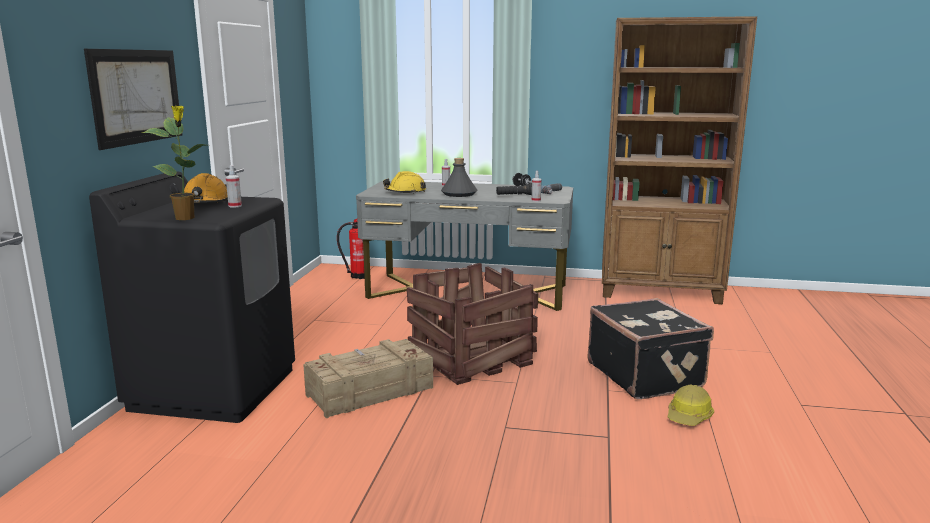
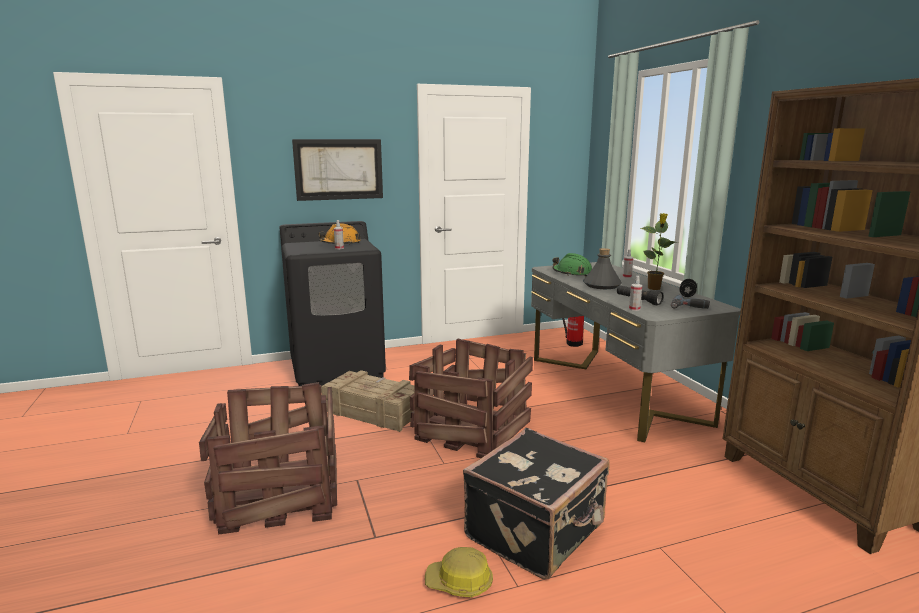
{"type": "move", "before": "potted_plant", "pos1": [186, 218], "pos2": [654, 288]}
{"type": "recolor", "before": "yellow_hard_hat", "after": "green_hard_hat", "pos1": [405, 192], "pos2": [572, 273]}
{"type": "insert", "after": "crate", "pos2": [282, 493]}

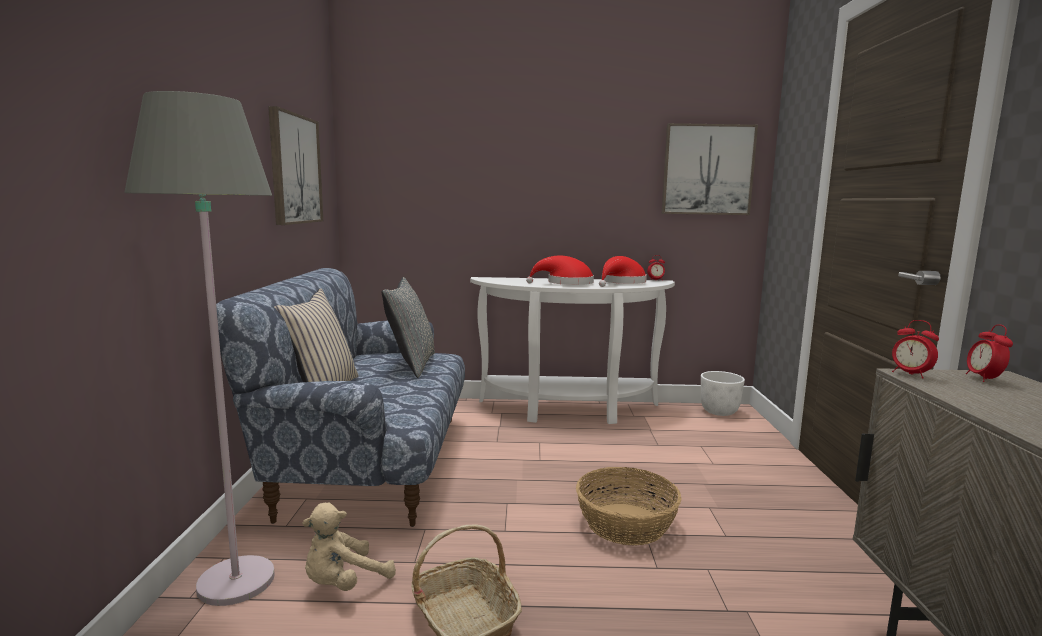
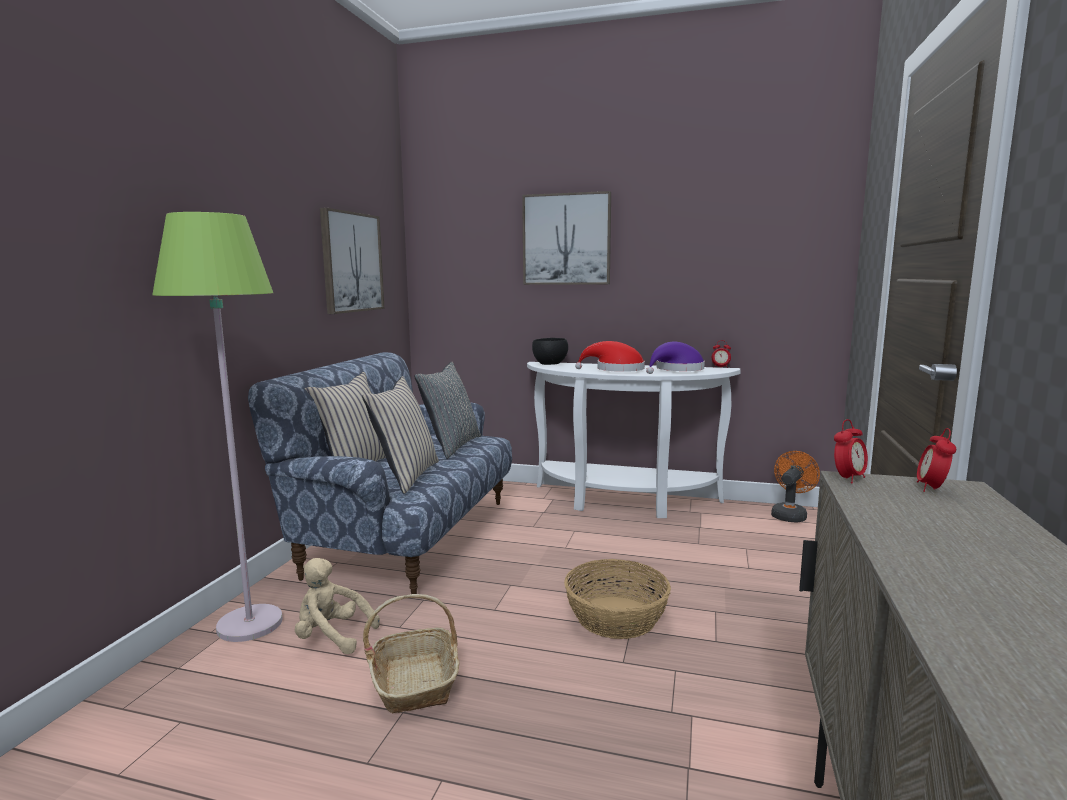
{"type": "recolor", "before": "grey_floor_lamp", "after": "green_floor_lamp", "pos1": [236, 581], "pos2": [250, 624]}
{"type": "move", "before": "picture", "pos1": [707, 170], "pos2": [566, 239]}
{"type": "recolor", "before": "red_hat", "after": "purple_hat", "pos1": [621, 283], "pos2": [676, 370]}
{"type": "rotate", "before": "alarm_clock", "pos1": [910, 374], "pos2": [848, 479], "turn": -105}
{"type": "replace", "before": "white_planter", "after": "orange_fan", "pos1": [718, 412], "pos2": [790, 515]}
{"type": "rotate", "before": "beige_plush_toy", "pos1": [344, 583], "pos2": [332, 637], "turn": 45}
{"type": "insert", "after": "black_bowl", "pos2": [550, 364]}
{"type": "insert", "after": "beige_pillow", "pos2": [406, 476]}

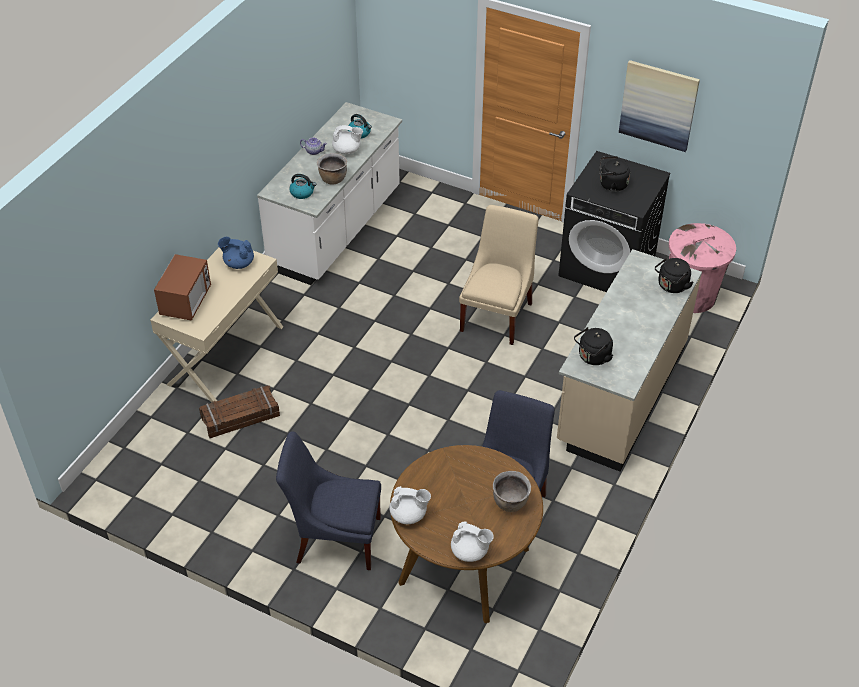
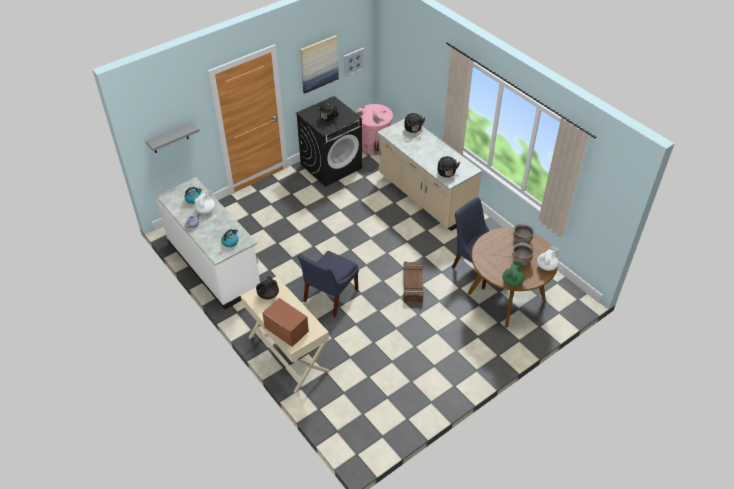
{"type": "move", "before": "brown_cooking_pot", "pos1": [333, 179], "pos2": [521, 261]}
{"type": "delete", "before": "beige_chair", "pos1": [498, 314]}
{"type": "recolor", "before": "blue_teapot", "after": "black_teapot", "pos1": [238, 263], "pos2": [268, 295]}
{"type": "move", "before": "crate", "pos1": [240, 417], "pos2": [413, 285]}
{"type": "move", "before": "blue_chair", "pos1": [334, 538], "pos2": [329, 297]}
{"type": "recolor", "before": "white_teapot", "after": "green_teapot", "pos1": [409, 515], "pos2": [512, 281]}
{"type": "insert", "after": "picture", "pos2": [353, 62]}
{"type": "insert", "after": "grey_shelf", "pos2": [170, 138]}

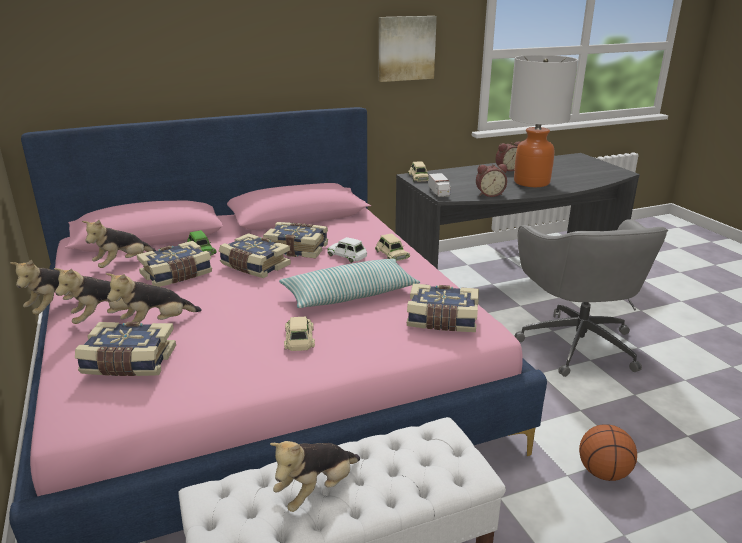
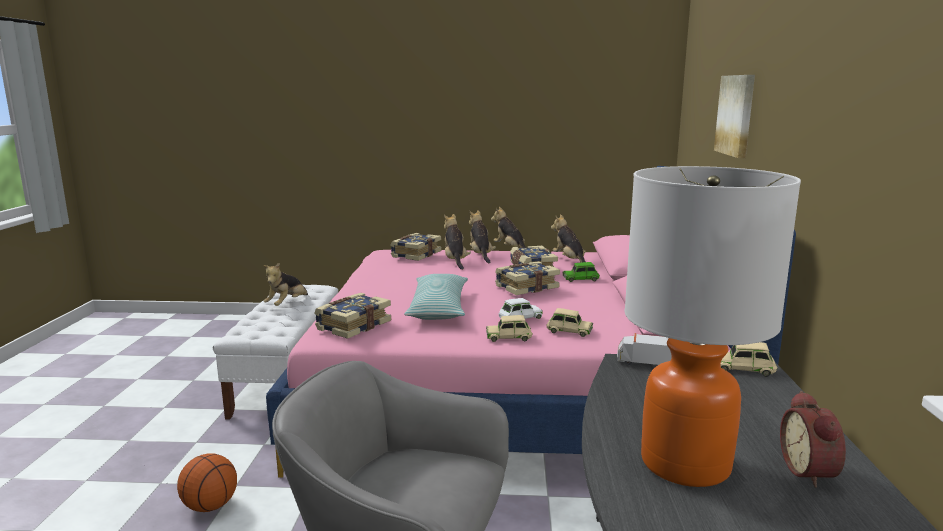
{"type": "move", "before": "picture", "pos1": [406, 48], "pos2": [736, 115]}
{"type": "delete", "before": "alarm_clock", "pos1": [489, 194]}
{"type": "delete", "before": "book", "pos1": [297, 248]}
{"type": "move", "before": "beige_toy_car", "pos1": [299, 339], "pos2": [569, 330]}
{"type": "rotate", "before": "plush_toy", "pos1": [317, 490], "pos2": [287, 304], "turn": -135}

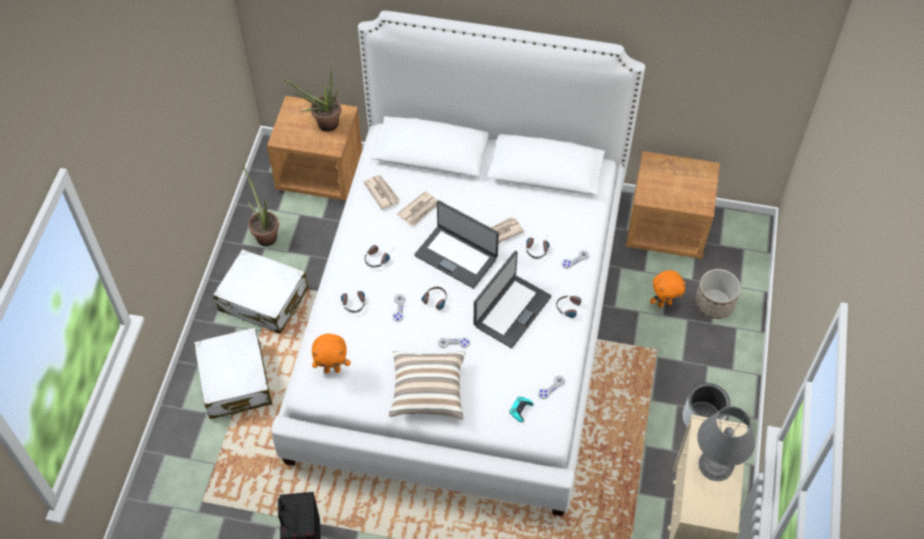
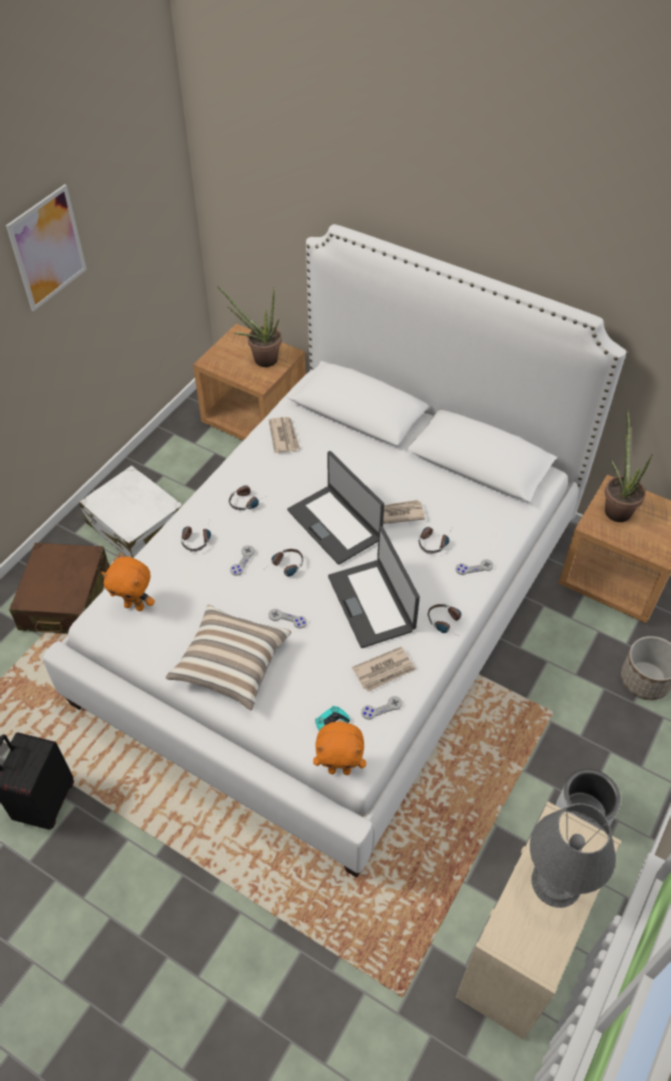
{"type": "move", "before": "potted_plant", "pos1": [265, 234], "pos2": [616, 507]}
{"type": "move", "before": "newspaper", "pos1": [419, 210], "pos2": [384, 671]}
{"type": "rotate", "before": "laptop", "pos1": [511, 311], "pos2": [372, 603], "turn": 105}
{"type": "move", "before": "orange_plush_toy", "pos1": [664, 303], "pos2": [340, 769]}
{"type": "recolor", "before": "white_suitcase", "after": "brown_suitcase", "pos1": [235, 381], "pos2": [65, 599]}
{"type": "insert", "after": "picture", "pos2": [47, 248]}

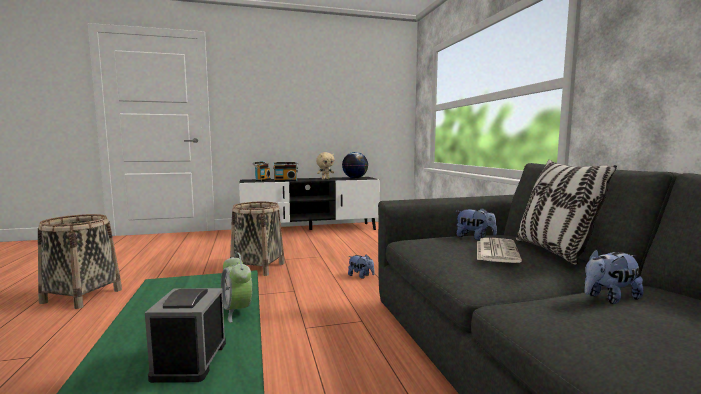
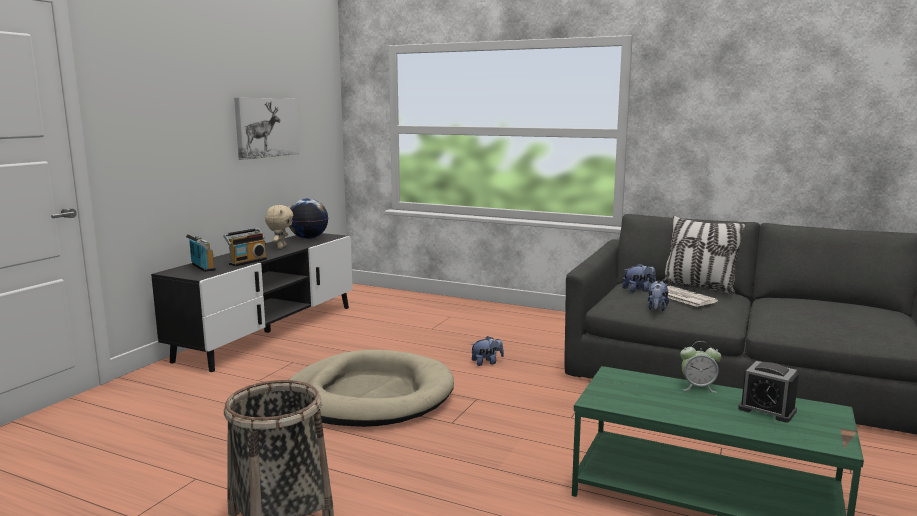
{"type": "replace", "before": "basket", "after": "beige_dog_bed", "pos1": [258, 267], "pos2": [369, 396]}
{"type": "move", "before": "plush_toy", "pos1": [609, 298], "pos2": [656, 309]}
{"type": "insert", "after": "picture", "pos2": [266, 127]}

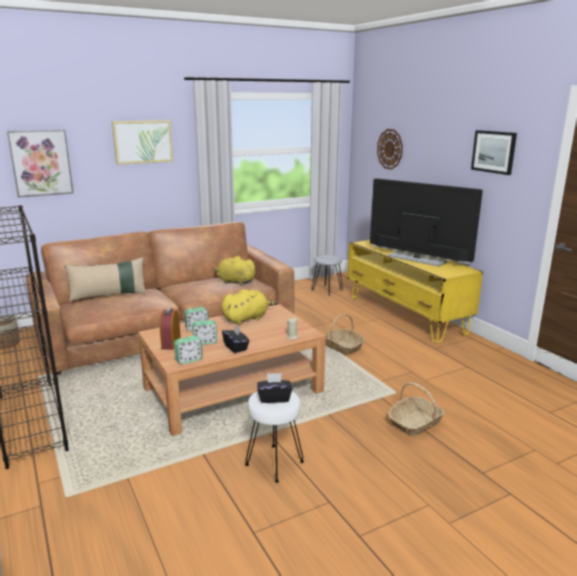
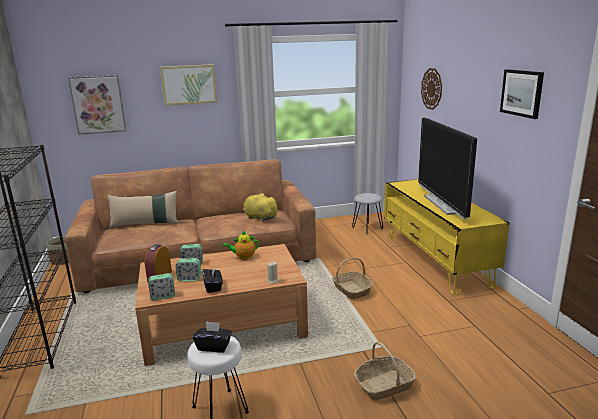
{"type": "rotate", "before": "television", "pos1": [416, 259], "pos2": [443, 204], "turn": -150}
{"type": "replace", "before": "yellow_plush_toy", "after": "teapot", "pos1": [247, 318], "pos2": [243, 257]}

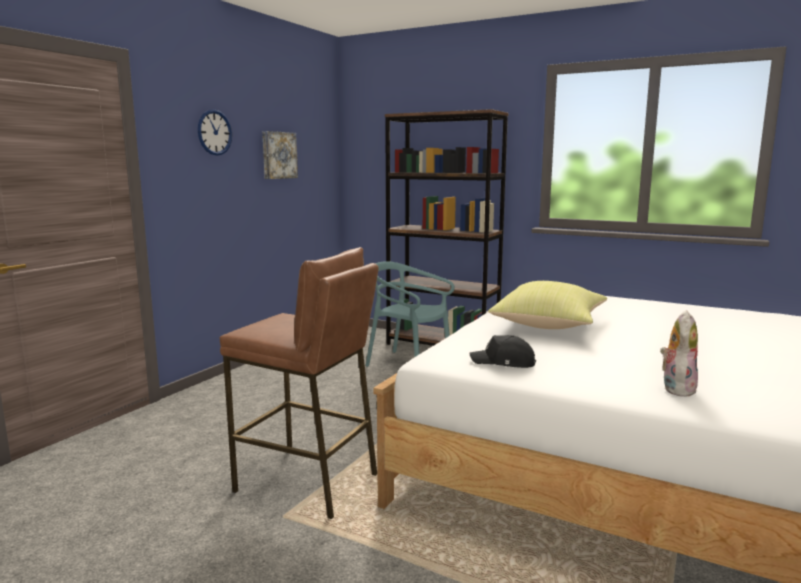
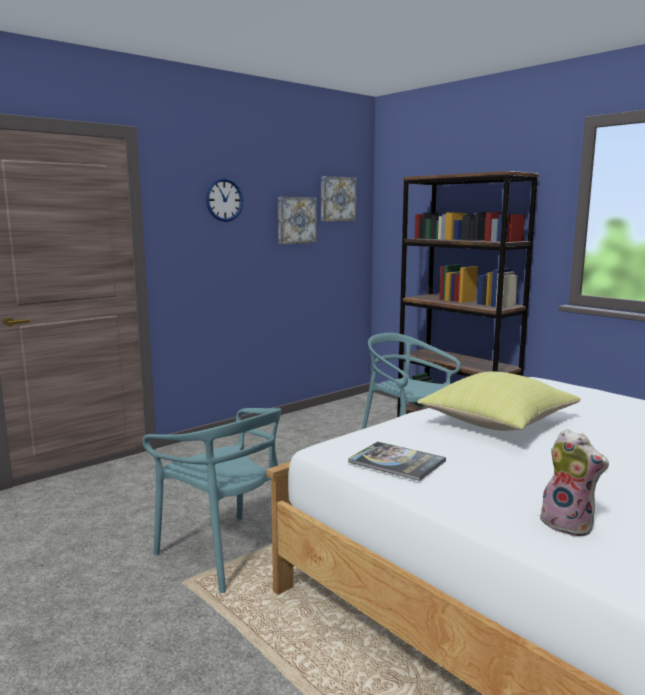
{"type": "replace", "before": "brown_stool", "after": "turquoise_chair", "pos1": [307, 483], "pos2": [226, 553]}
{"type": "rotate", "before": "plush_toy", "pos1": [676, 388], "pos2": [569, 525], "turn": 90}
{"type": "replace", "before": "black_cap", "after": "book", "pos1": [503, 362], "pos2": [397, 462]}
{"type": "insert", "after": "picture", "pos2": [337, 199]}

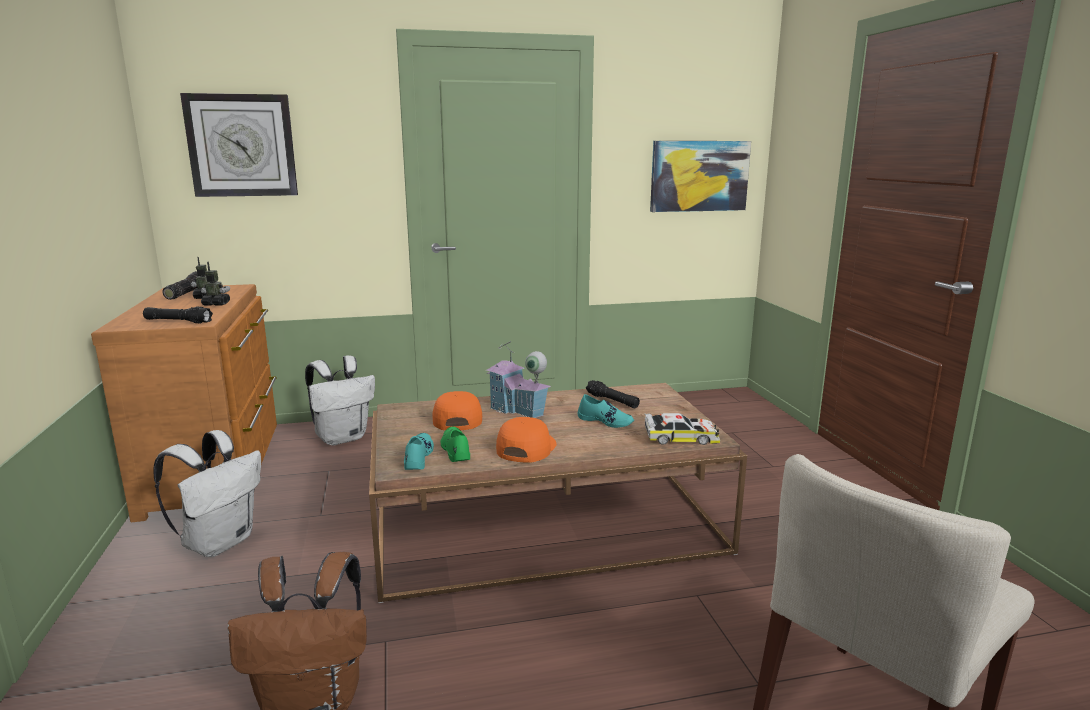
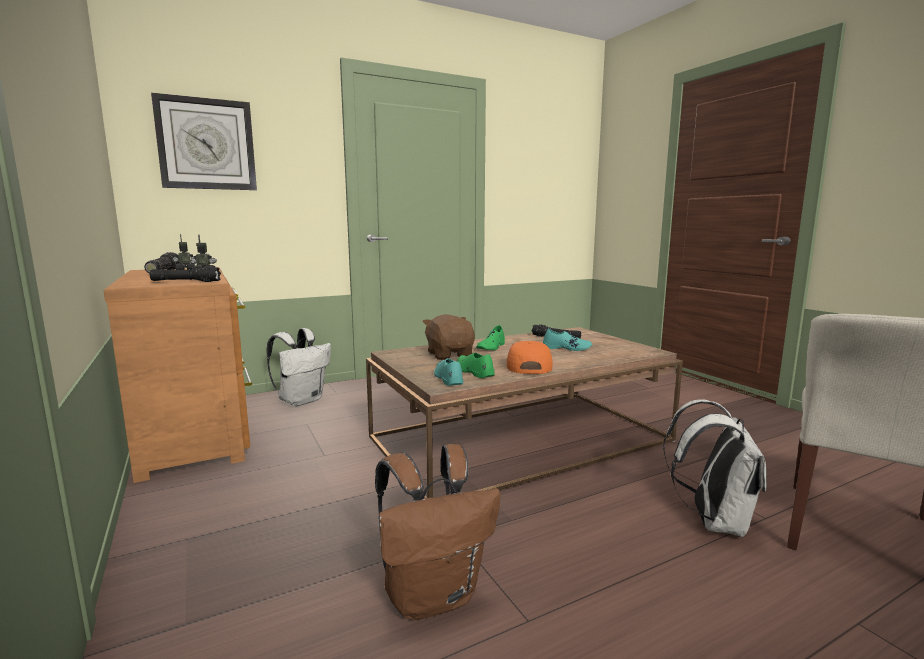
{"type": "delete", "before": "picture", "pos1": [699, 176]}
{"type": "replace", "before": "toy_house", "after": "green_shoe", "pos1": [517, 410], "pos2": [491, 347]}
{"type": "replace", "before": "orange_cap", "after": "brown_plush_toy", "pos1": [456, 419], "pos2": [450, 355]}
{"type": "delete", "before": "toy_car", "pos1": [681, 438]}
{"type": "move", "before": "white_backpack", "pos1": [220, 542], "pos2": [713, 521]}

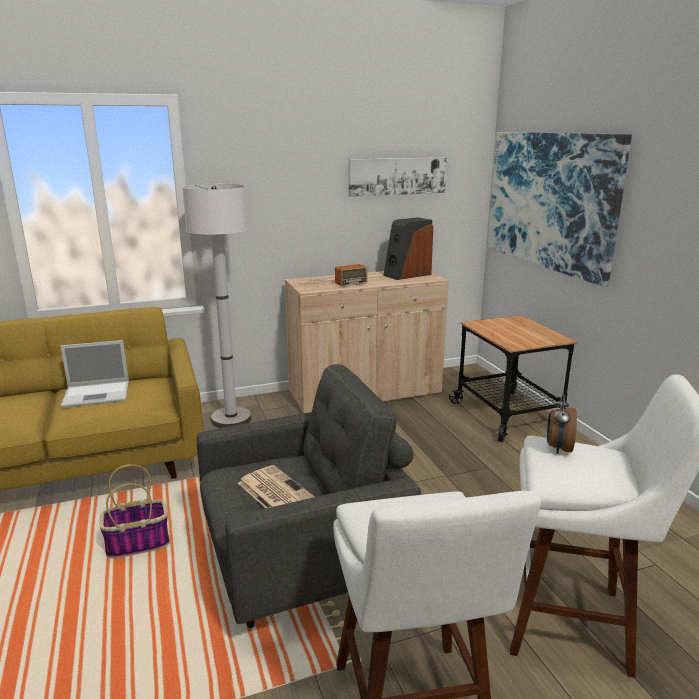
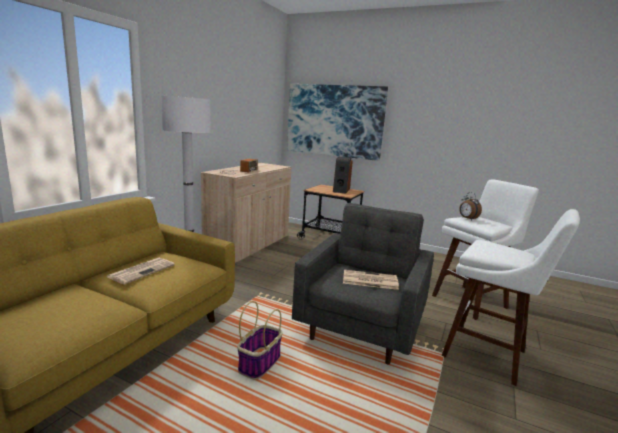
{"type": "delete", "before": "picture", "pos1": [397, 176]}
{"type": "move", "before": "speaker", "pos1": [407, 274], "pos2": [341, 190]}
{"type": "replace", "before": "laptop", "after": "newspaper", "pos1": [98, 394], "pos2": [142, 270]}

